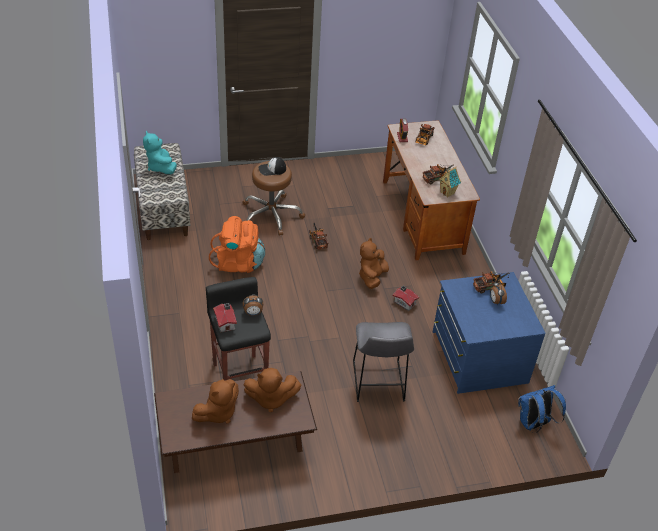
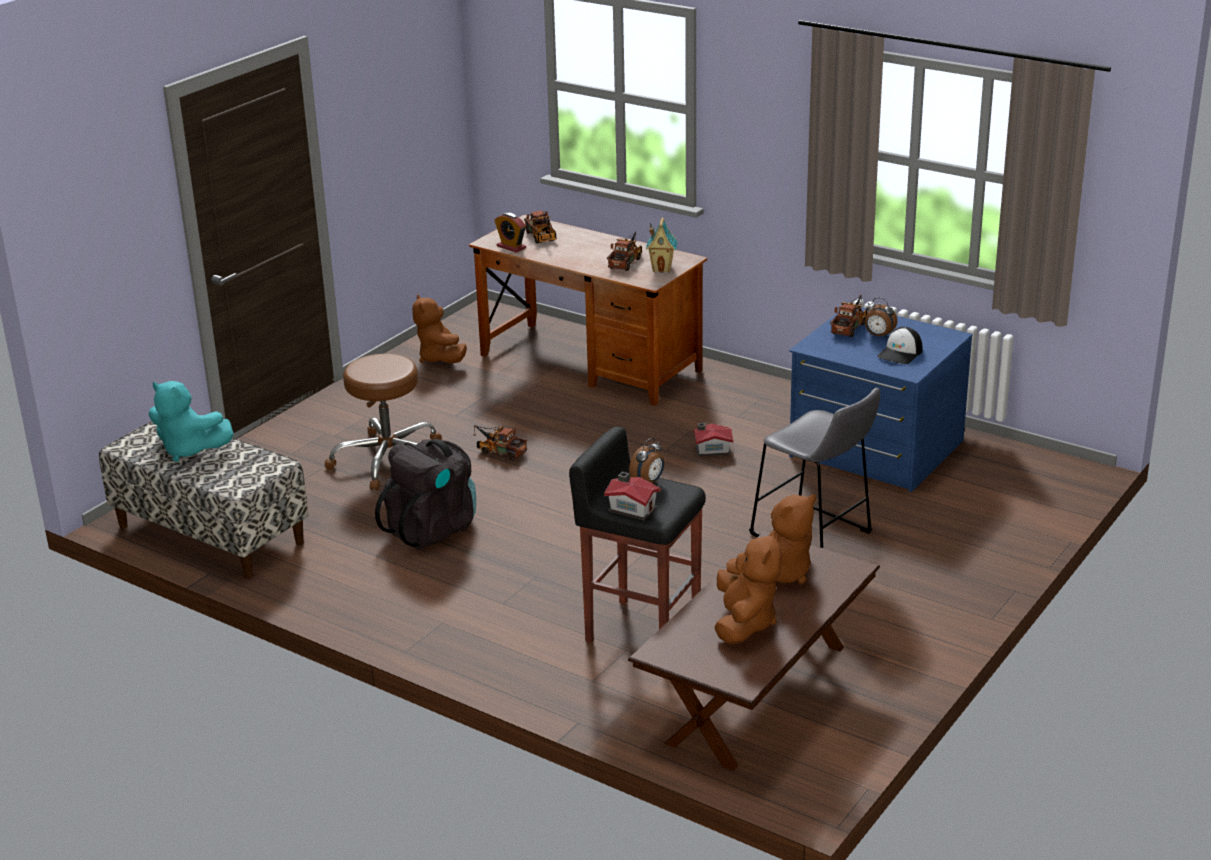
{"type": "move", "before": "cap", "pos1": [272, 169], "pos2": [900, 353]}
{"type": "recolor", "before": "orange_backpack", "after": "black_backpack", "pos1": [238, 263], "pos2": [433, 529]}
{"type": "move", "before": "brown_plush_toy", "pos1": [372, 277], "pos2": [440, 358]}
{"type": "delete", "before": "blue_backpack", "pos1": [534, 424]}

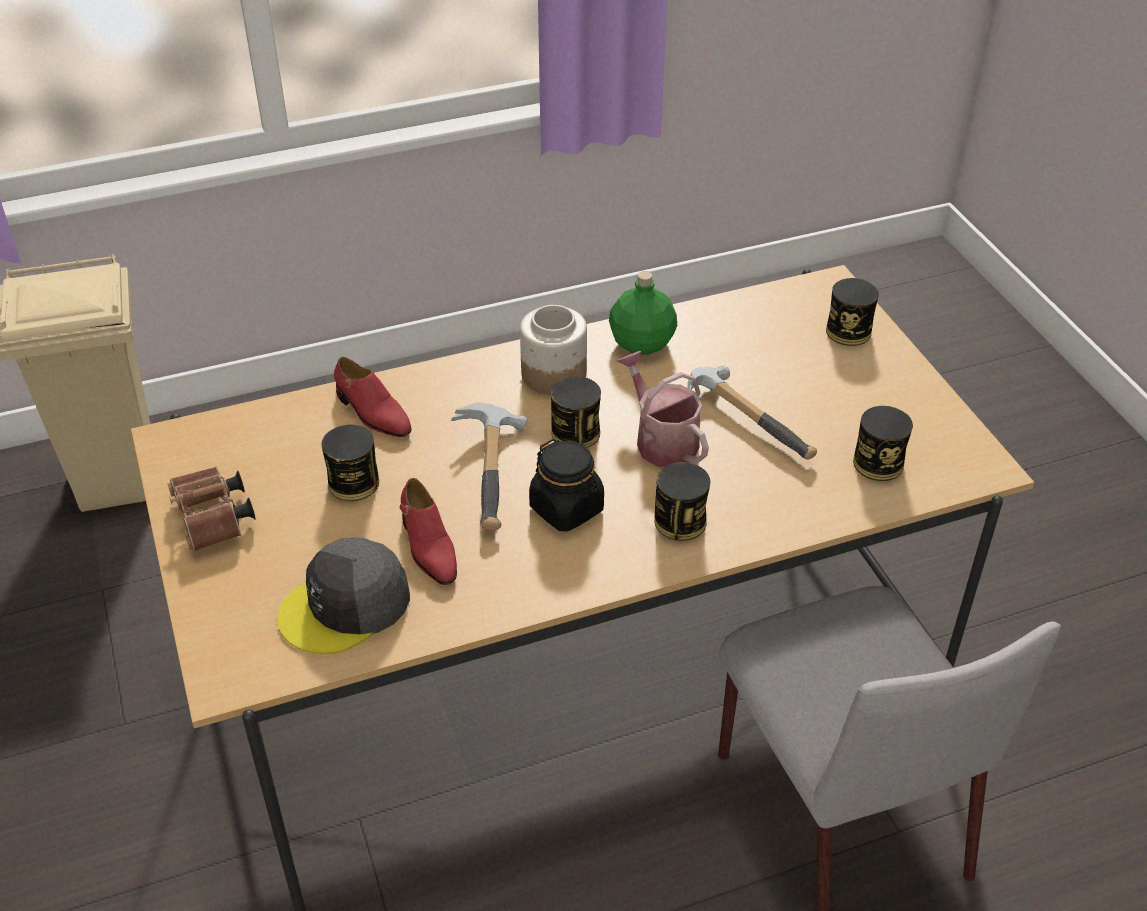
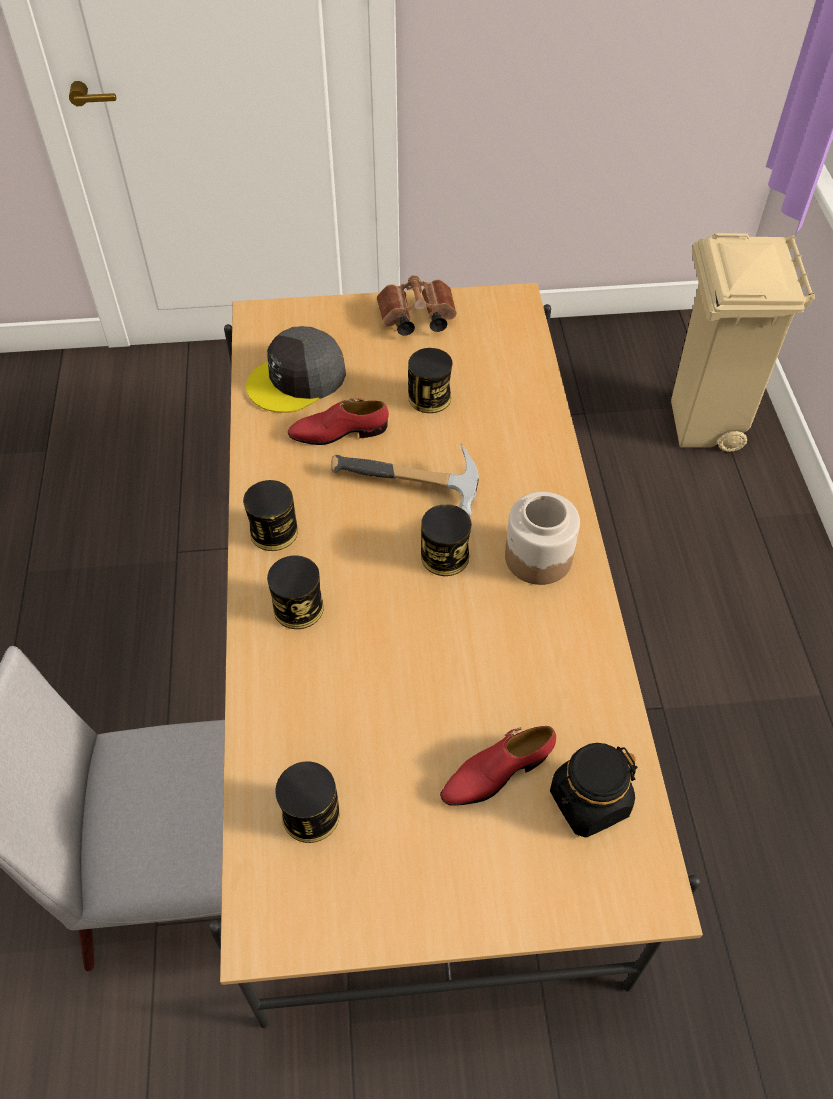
{"type": "delete", "before": "green_bottle", "pos1": [641, 343]}
{"type": "move", "before": "can", "pos1": [848, 331], "pos2": [274, 532]}
{"type": "delete", "before": "watering_can", "pos1": [661, 440]}
{"type": "move", "before": "red_shoe", "pos1": [372, 413], "pos2": [496, 772]}
{"type": "delete", "before": "hammer", "pos1": [750, 419]}
{"type": "move", "before": "black_jar", "pos1": [567, 509], "pos2": [589, 802]}
{"type": "rotate", "before": "grey_cap", "pos1": [346, 606], "pos2": [297, 379], "turn": -105}

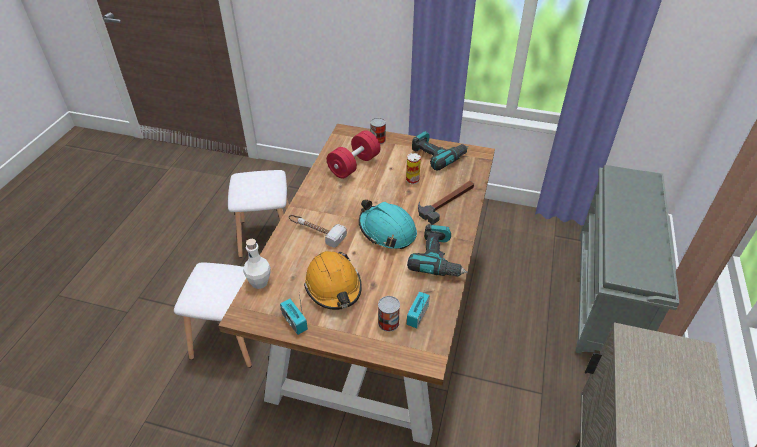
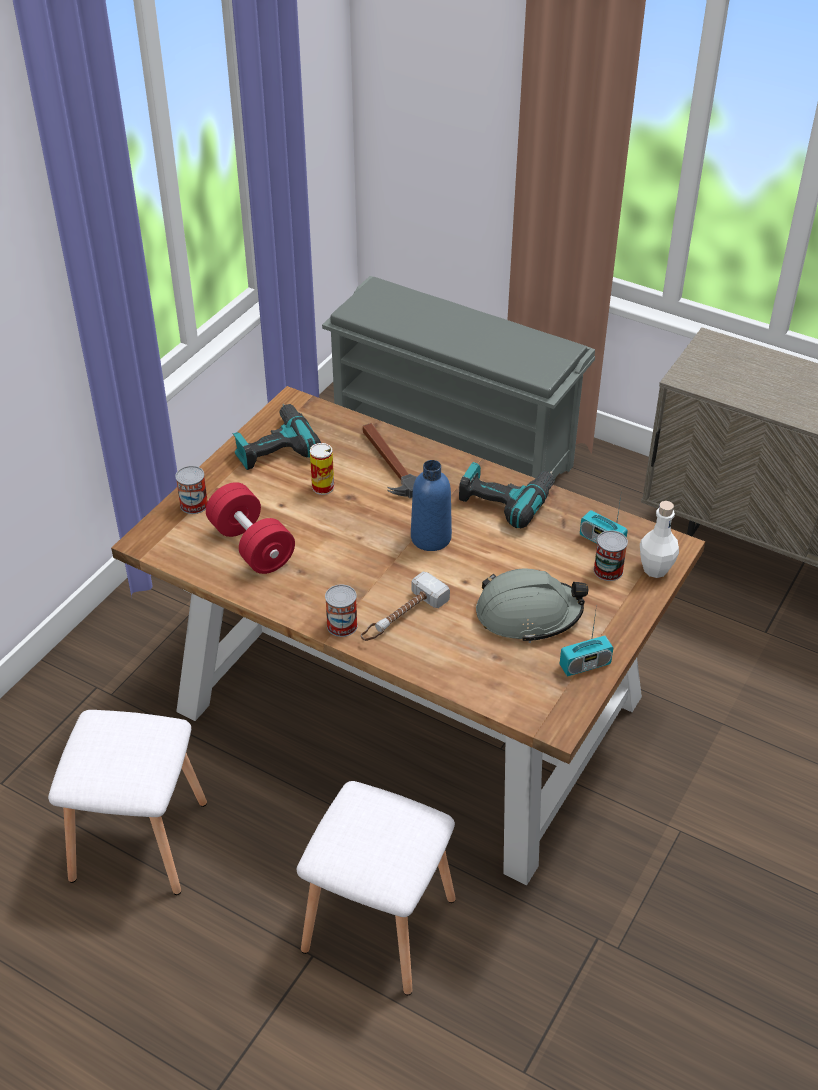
{"type": "replace", "before": "turquoise_hard_hat", "after": "blue_bottle", "pos1": [387, 231], "pos2": [431, 538]}
{"type": "move", "before": "white_bottle", "pos1": [259, 282], "pos2": [655, 569]}
{"type": "recolor", "before": "orange_hard_hat", "after": "grey_hard_hat", "pos1": [333, 287], "pos2": [528, 614]}
{"type": "insert", "after": "can", "pos2": [342, 625]}

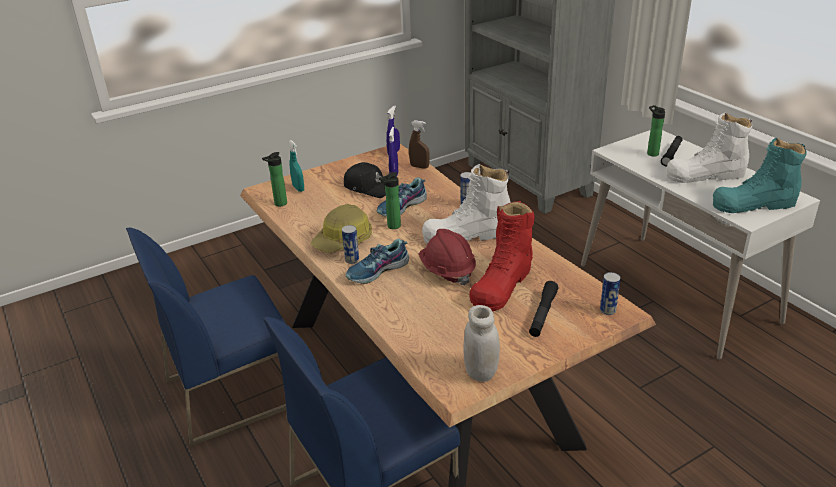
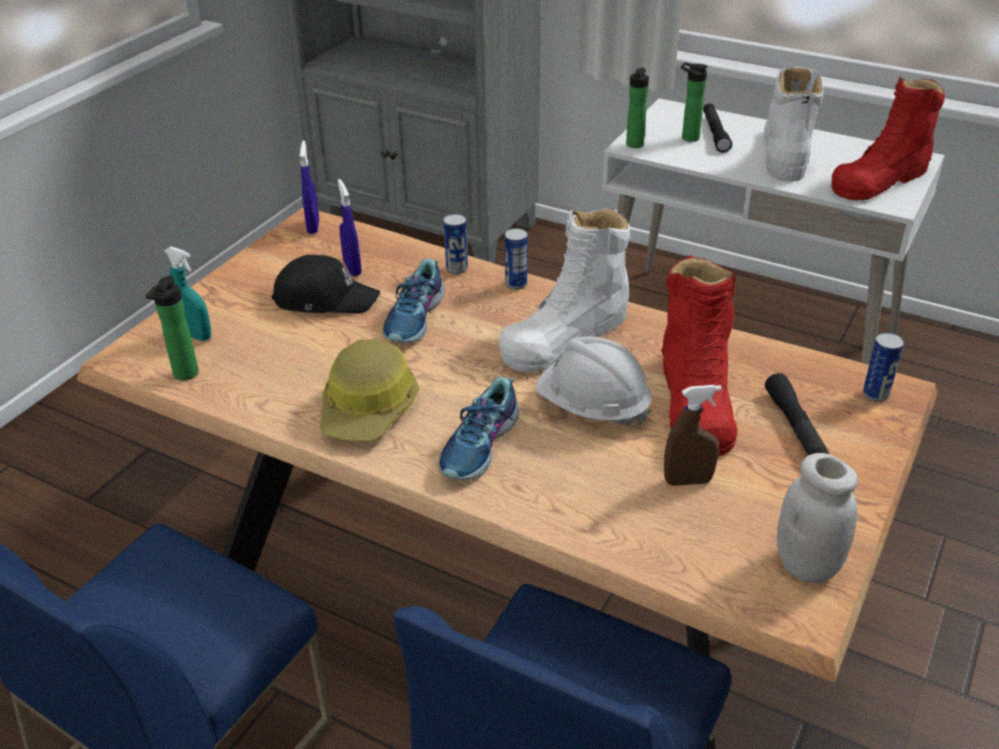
{"type": "rotate", "before": "white_boot", "pos1": [705, 175], "pos2": [785, 154], "turn": 135}
{"type": "move", "before": "brown_spray_bottle", "pos1": [419, 167], "pos2": [688, 481]}
{"type": "recolor", "before": "turquoise_boot", "after": "red_boot", "pos1": [754, 204], "pos2": [880, 180]}
{"type": "move", "before": "bottle", "pos1": [392, 226], "pos2": [634, 146]}
{"type": "move", "before": "can", "pos1": [352, 260], "pos2": [457, 269]}
{"type": "recolor", "before": "red_hard_hat", "after": "white_hard_hat", "pos1": [447, 271], "pos2": [592, 408]}

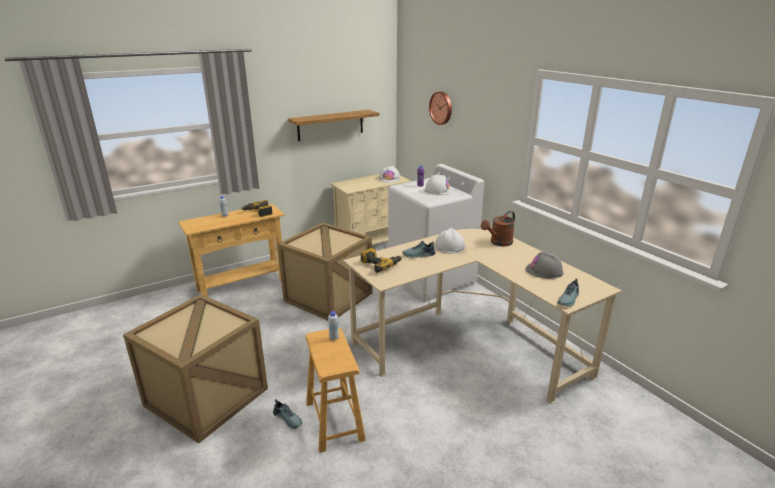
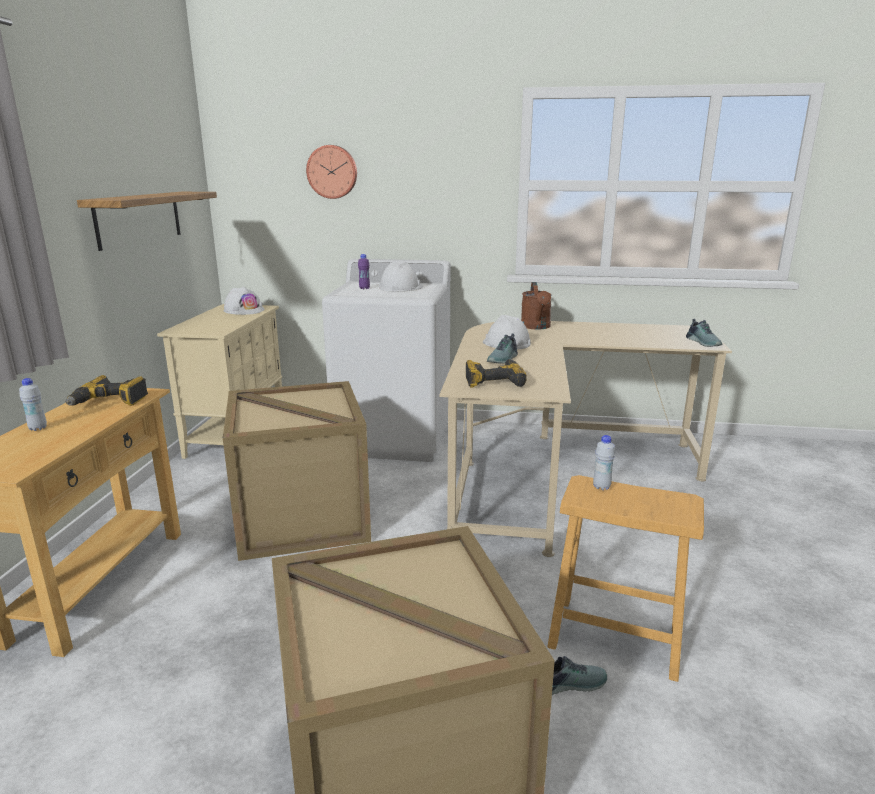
{"type": "delete", "before": "grey_hard_hat", "pos1": [544, 271]}

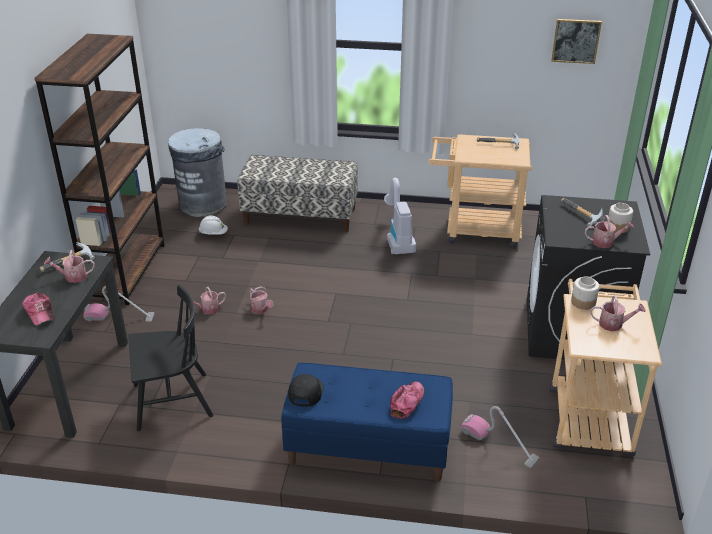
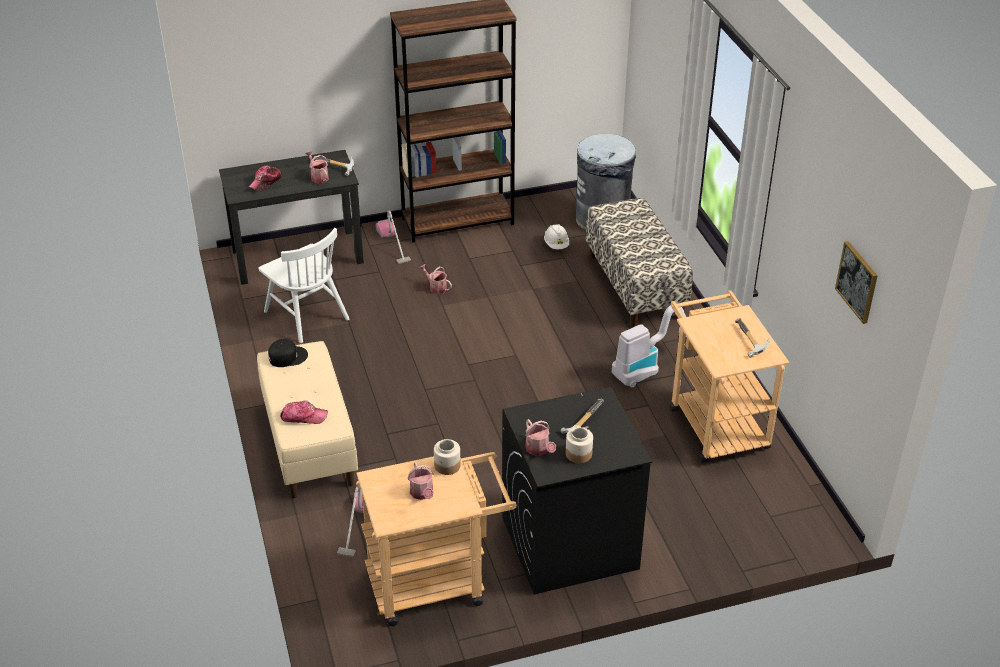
{"type": "recolor", "before": "black_chair", "after": "white_chair", "pos1": [172, 401], "pos2": [306, 315]}
{"type": "delete", "before": "watering_can", "pos1": [261, 309]}
{"type": "recolor", "before": "blue_bench", "after": "beige_bench", "pos1": [367, 448], "pos2": [308, 443]}

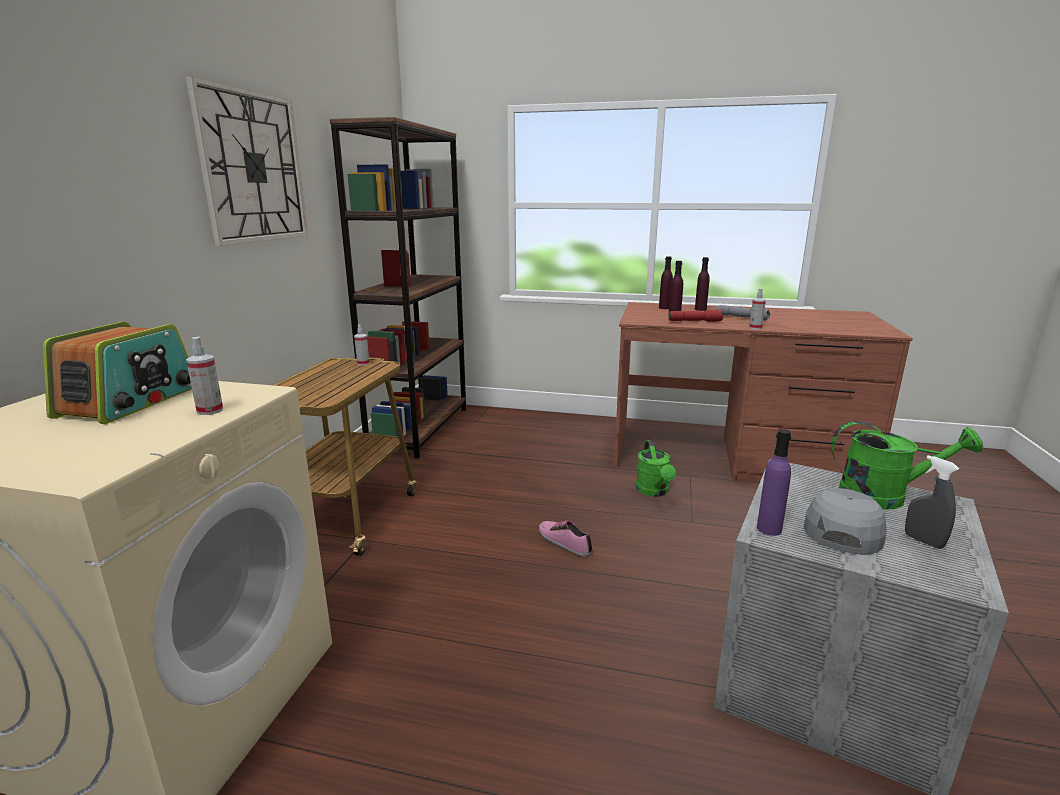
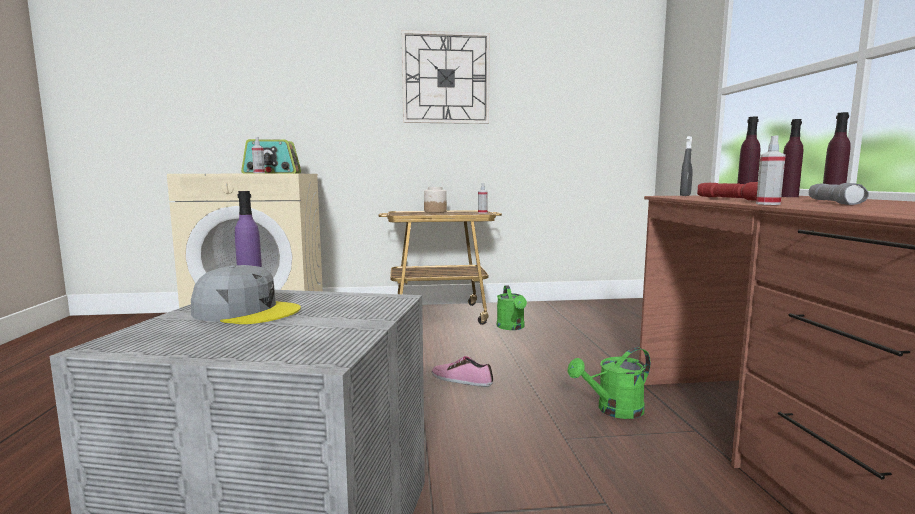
{"type": "delete", "before": "brown_bookcase", "pos1": [420, 429]}
{"type": "move", "before": "green_watering_can", "pos1": [884, 496], "pos2": [512, 327]}
{"type": "move", "before": "grey_spray_bottle", "pos1": [923, 541], "pos2": [685, 195]}
{"type": "rotate", "before": "shoe", "pos1": [564, 541], "pos2": [461, 379], "turn": -90}
{"type": "insert", "after": "jar", "pos2": [435, 211]}

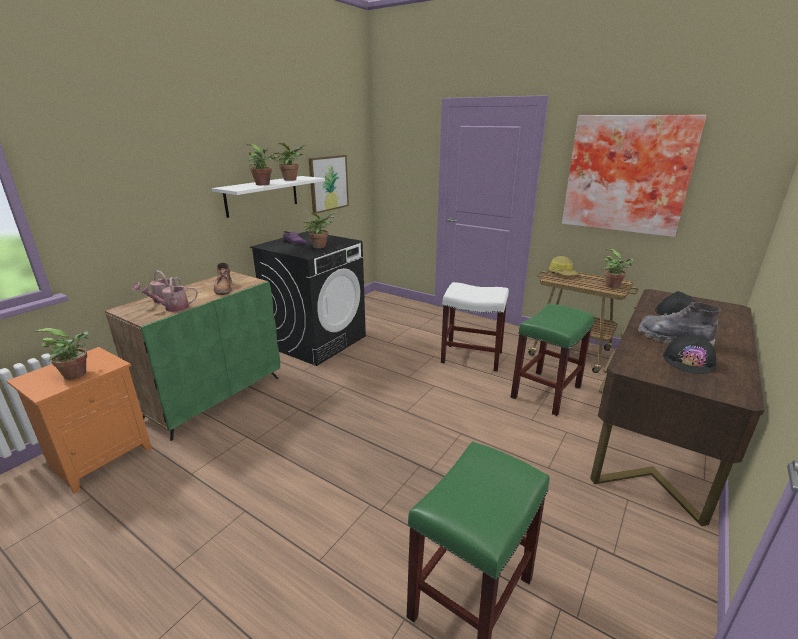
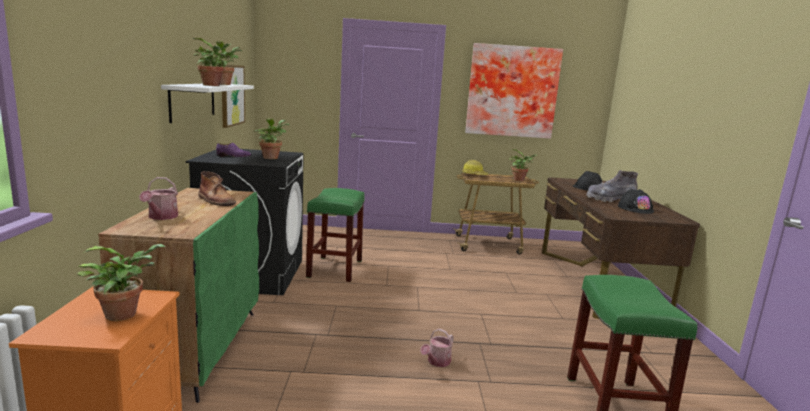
{"type": "move", "before": "watering_can", "pos1": [173, 308], "pos2": [437, 362]}
{"type": "delete", "before": "white_stool", "pos1": [472, 357]}
{"type": "move", "before": "green_stool", "pos1": [546, 392], "pos2": [335, 268]}

